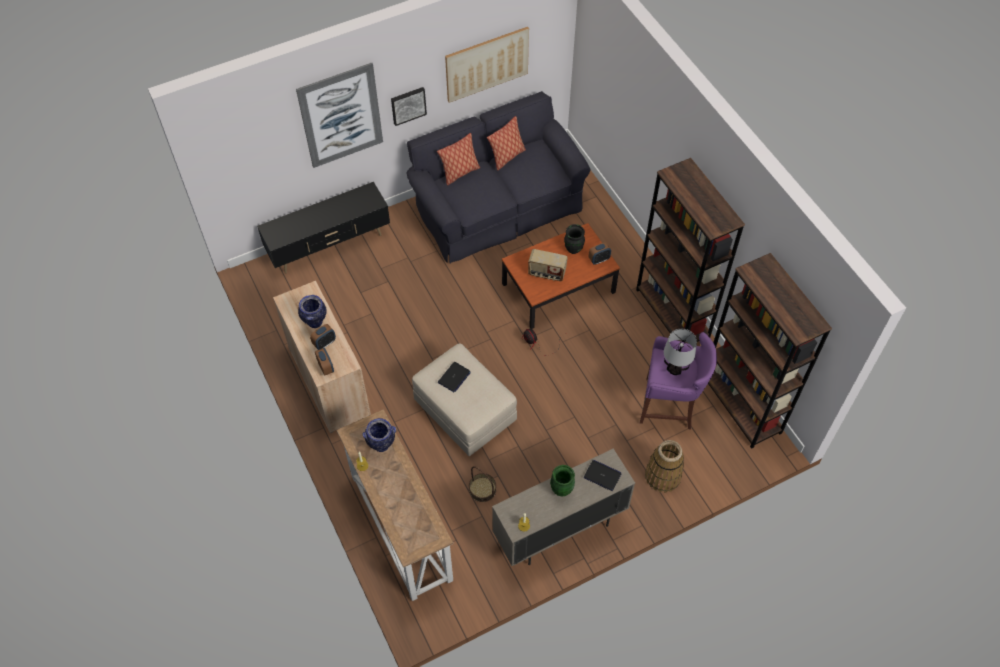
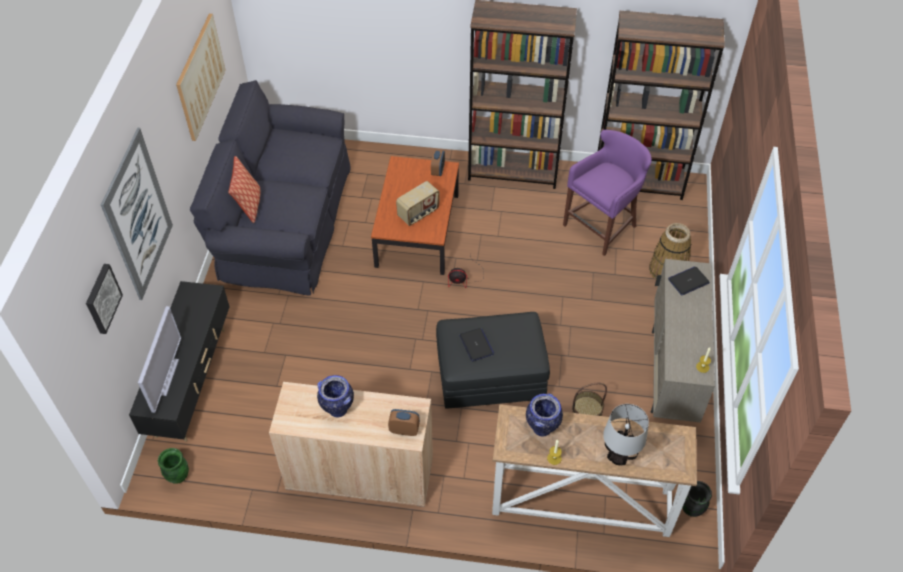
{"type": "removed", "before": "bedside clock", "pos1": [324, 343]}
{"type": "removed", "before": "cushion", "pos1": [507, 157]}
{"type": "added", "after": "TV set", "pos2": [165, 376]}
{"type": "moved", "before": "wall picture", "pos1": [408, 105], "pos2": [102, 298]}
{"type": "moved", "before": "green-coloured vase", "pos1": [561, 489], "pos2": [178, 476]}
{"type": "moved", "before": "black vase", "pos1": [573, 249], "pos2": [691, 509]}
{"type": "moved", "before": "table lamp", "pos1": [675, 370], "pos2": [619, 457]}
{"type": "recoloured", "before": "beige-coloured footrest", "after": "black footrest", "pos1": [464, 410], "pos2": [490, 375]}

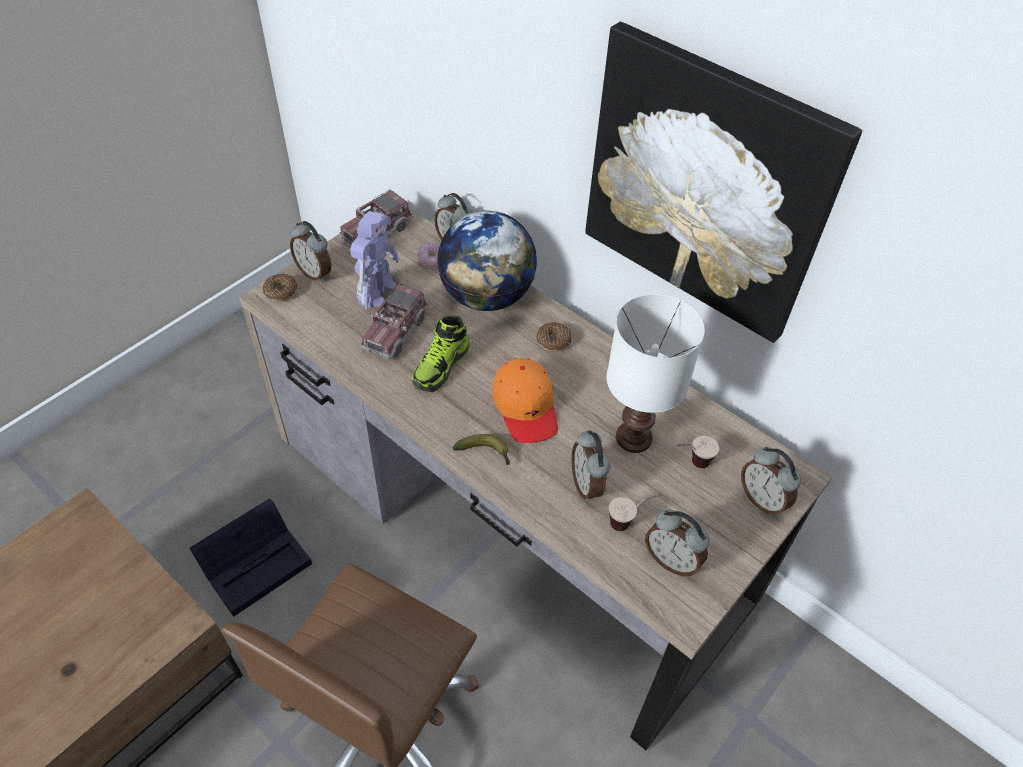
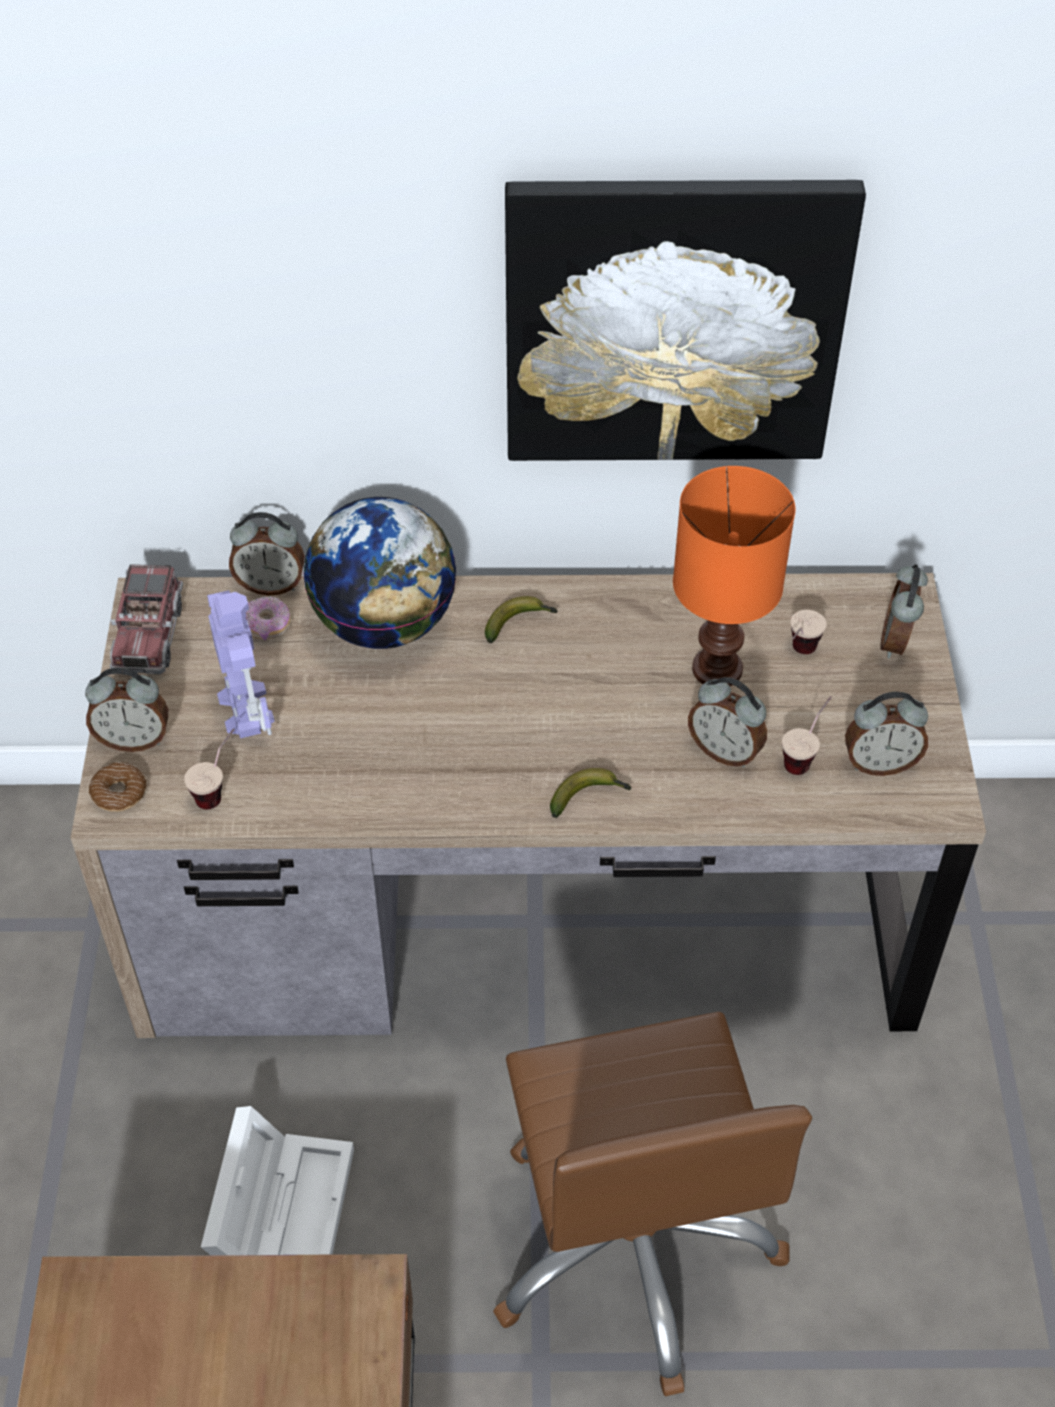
{"type": "removed", "before": "model truck", "pos1": [395, 331]}
{"type": "removed", "before": "shoe", "pos1": [441, 367]}
{"type": "removed", "before": "orange peaked cap", "pos1": [526, 407]}
{"type": "added", "after": "drinking cup", "pos2": [219, 789]}
{"type": "replaced", "before": "doughnut", "after": "banana fruit", "pos1": [553, 341], "pos2": [519, 623]}
{"type": "recoloured", "before": "black storage container", "after": "white-coloured storage container", "pos1": [258, 563], "pos2": [283, 1205]}
{"type": "recoloured", "before": "white-coloured table lamp", "after": "orange table lamp", "pos1": [632, 437], "pos2": [715, 669]}
{"type": "turned", "before": "bedside clock", "pos1": [762, 499], "pos2": [897, 642], "turn": 90}

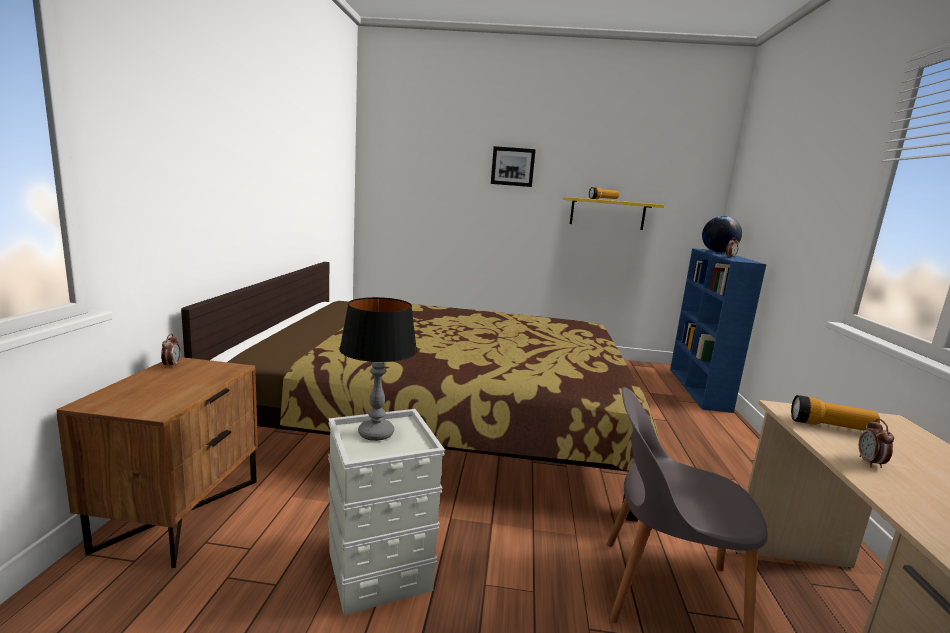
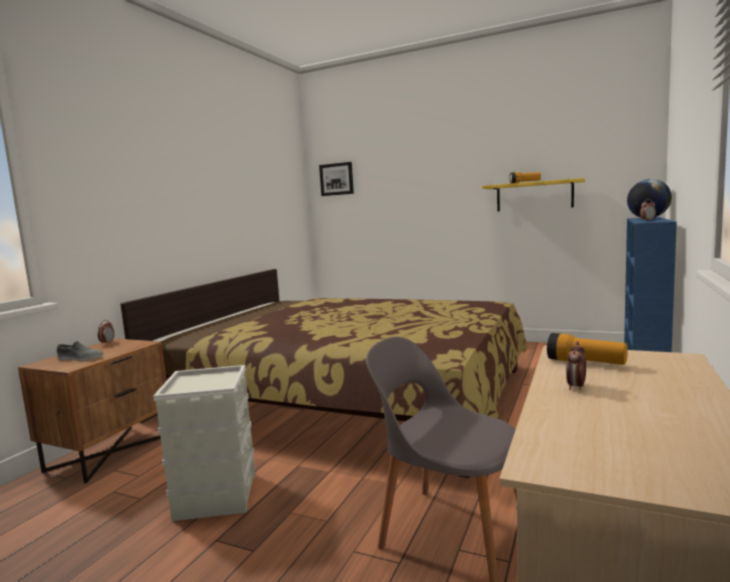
{"type": "removed", "before": "table lamp", "pos1": [376, 433]}
{"type": "added", "after": "greyish shoe", "pos2": [80, 358]}
{"type": "moved", "before": "wall picture", "pos1": [512, 166], "pos2": [336, 179]}

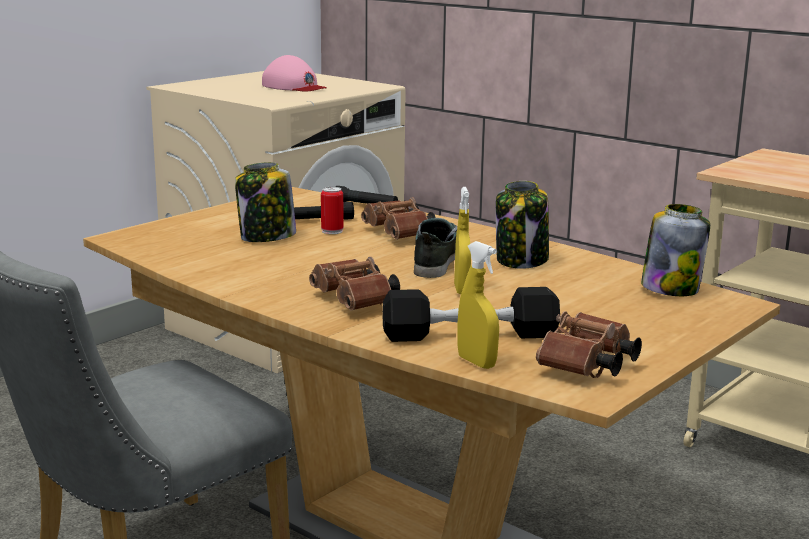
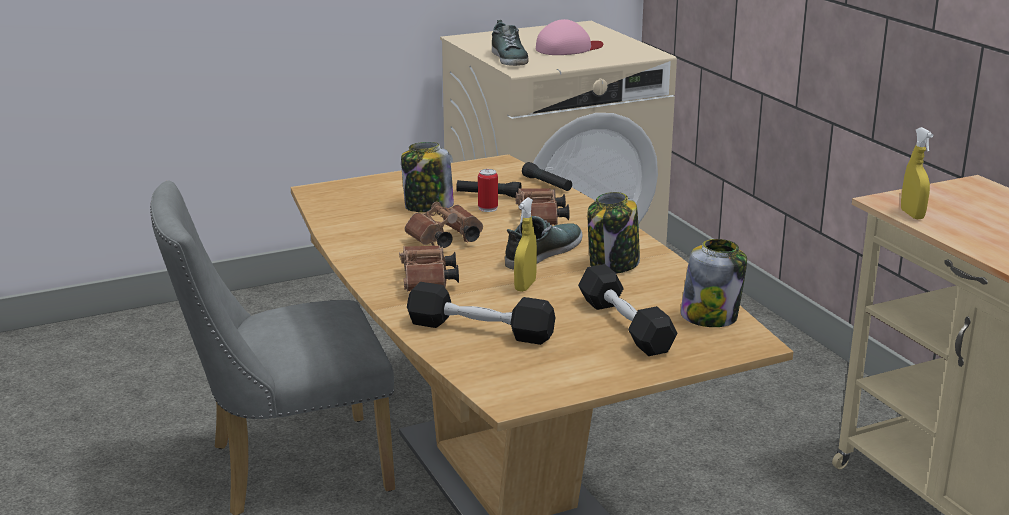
{"type": "added", "after": "shoe", "pos2": [509, 58]}
{"type": "added", "after": "black hand weight", "pos2": [625, 325]}
{"type": "moved", "before": "yellow hand sprayer", "pos1": [476, 362], "pos2": [912, 215]}
{"type": "moved", "before": "brown pair of binoculars", "pos1": [587, 367], "pos2": [444, 241]}
{"type": "turned", "before": "pink peaked cap", "pos1": [294, 87], "pos2": [568, 48], "turn": -90}

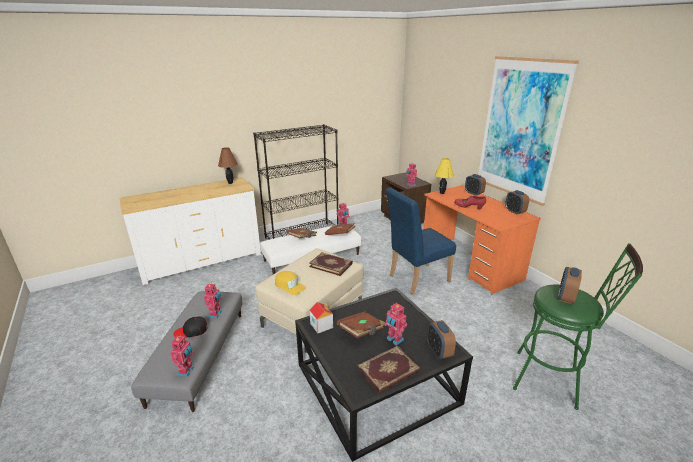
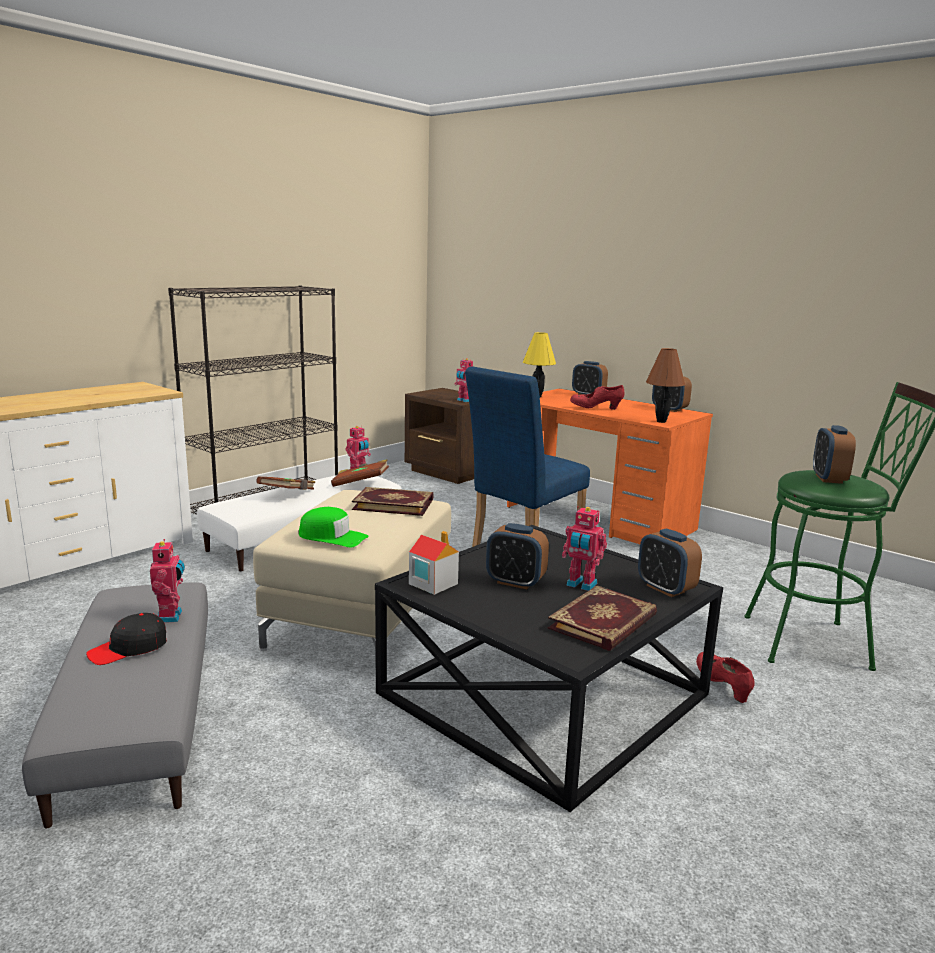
{"type": "removed", "before": "model robot", "pos1": [186, 371]}
{"type": "removed", "before": "wall picture", "pos1": [520, 129]}
{"type": "added", "after": "red-coloured shoe", "pos2": [722, 686]}
{"type": "moved", "before": "brown table lamp", "pos1": [230, 183], "pos2": [660, 421]}
{"type": "replaced", "before": "brown bound book", "after": "bedside clock", "pos1": [362, 331], "pos2": [515, 582]}
{"type": "recoloured", "before": "yellow peaked cap", "after": "green-coloured peaked cap", "pos1": [289, 286], "pos2": [332, 537]}

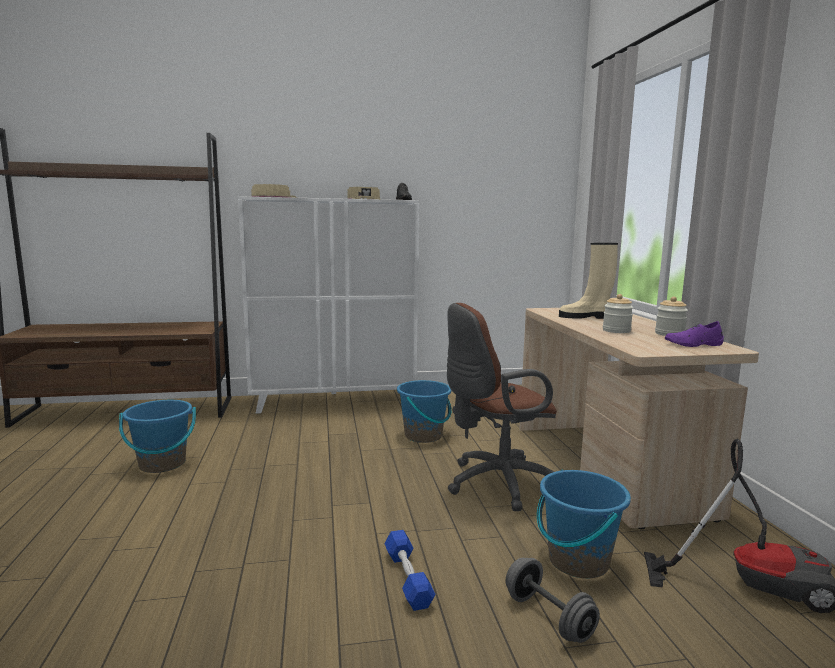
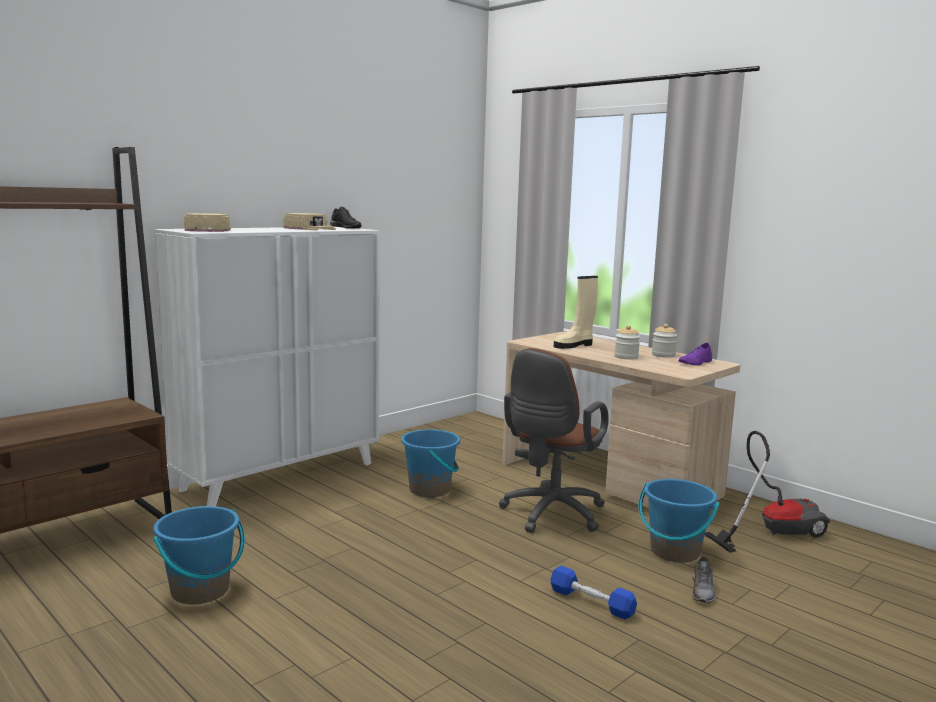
{"type": "replaced", "before": "greyish hand weight", "after": "greyish shoe", "pos1": [548, 617], "pos2": [703, 591]}

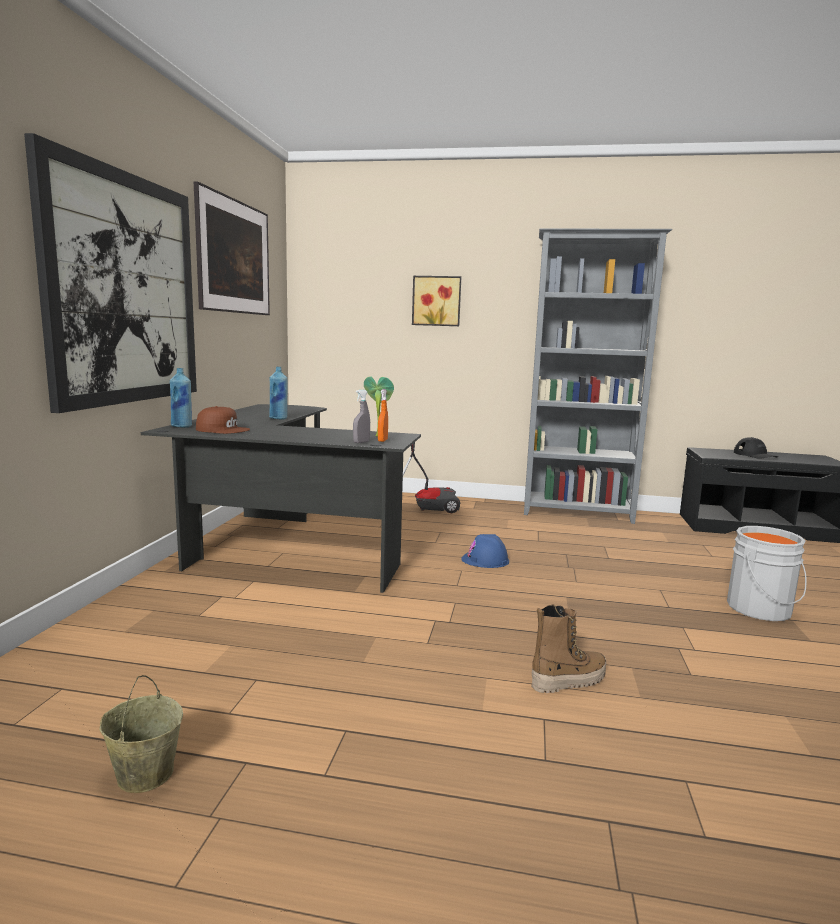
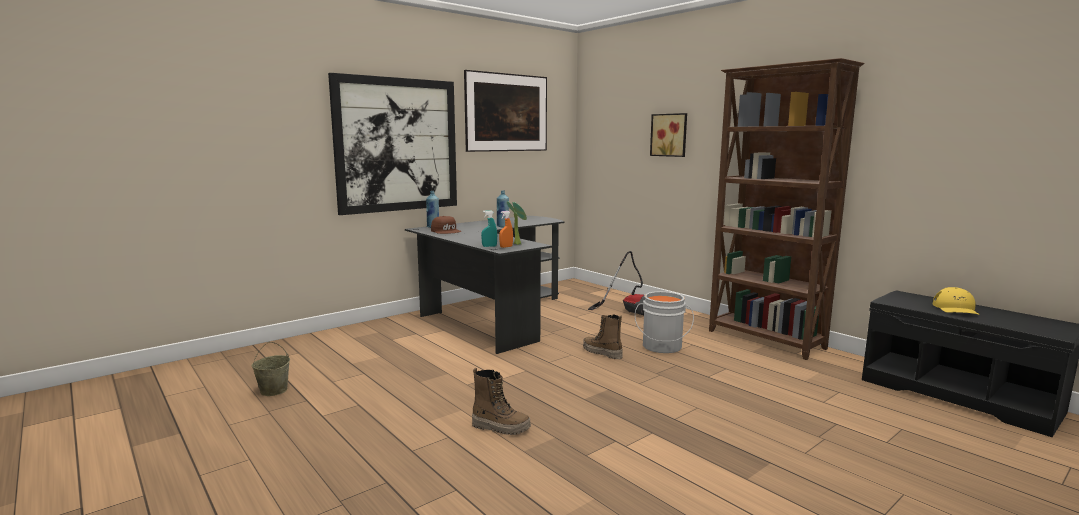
{"type": "moved", "before": "greyish water bucket", "pos1": [761, 610], "pos2": [662, 347]}
{"type": "replaced", "before": "blue safety helmet", "after": "tall boot", "pos1": [485, 560], "pos2": [602, 353]}
{"type": "recoloured", "before": "greyish hand sprayer", "after": "turquoise hand sprayer", "pos1": [361, 442], "pos2": [489, 246]}
{"type": "recoloured", "before": "greyish bookshelf", "after": "brown bookshelf", "pos1": [578, 513], "pos2": [765, 340]}
{"type": "recoloured", "before": "black peaked cap", "after": "yellow peaked cap", "pos1": [755, 455], "pos2": [955, 309]}

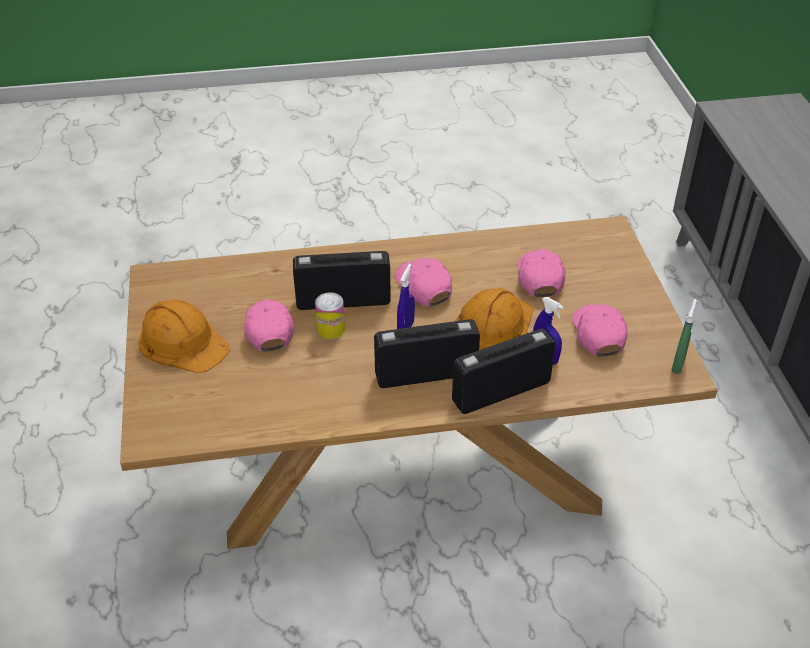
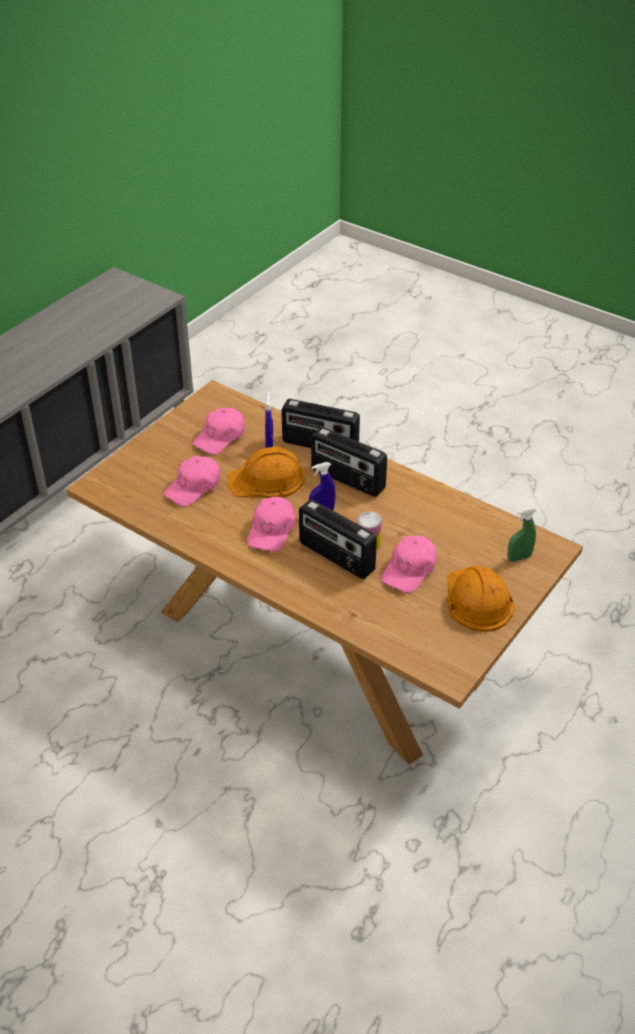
{"type": "moved", "before": "green-coloured hand sprayer", "pos1": [678, 365], "pos2": [519, 557]}

